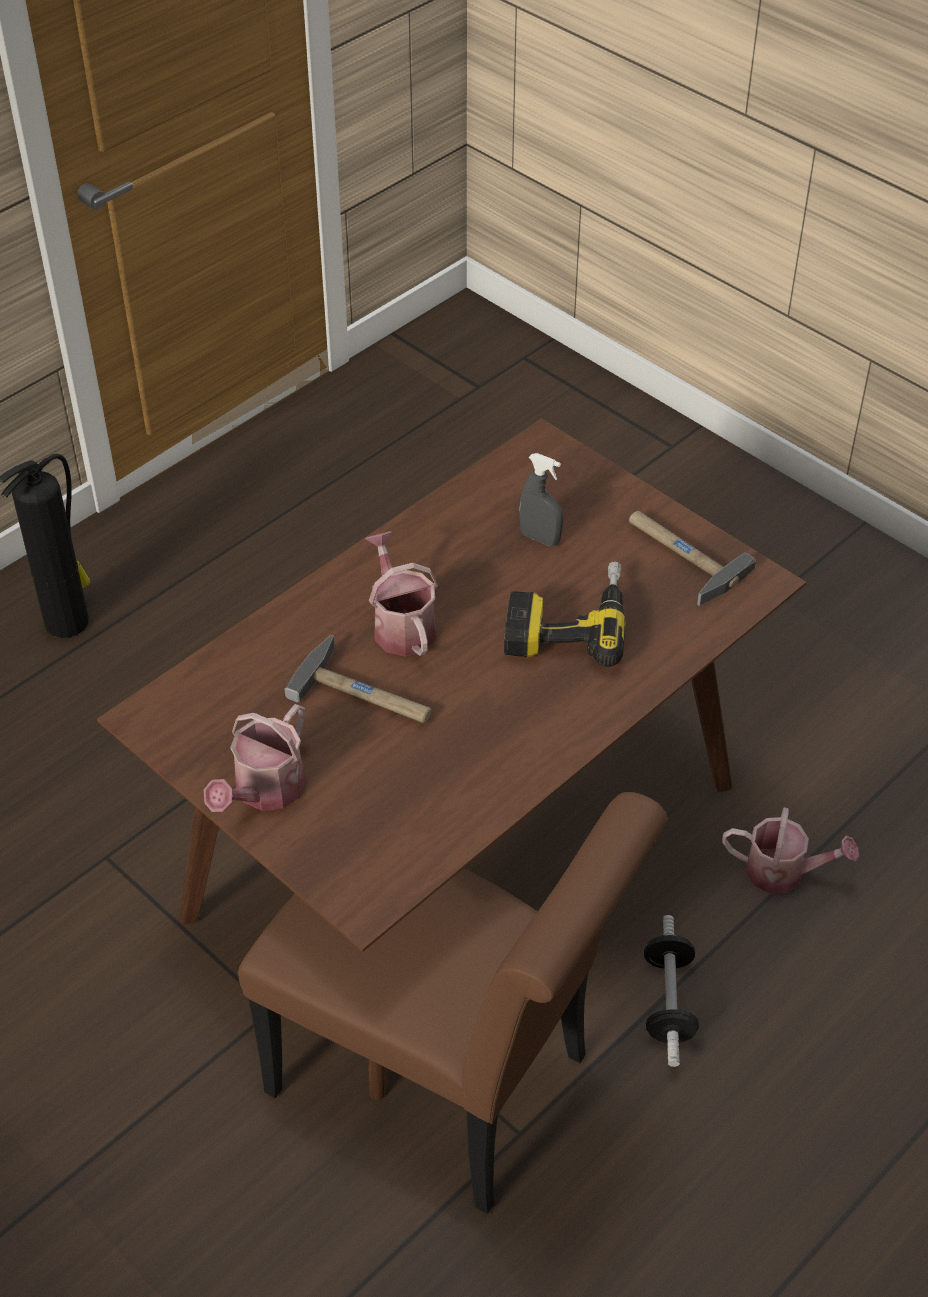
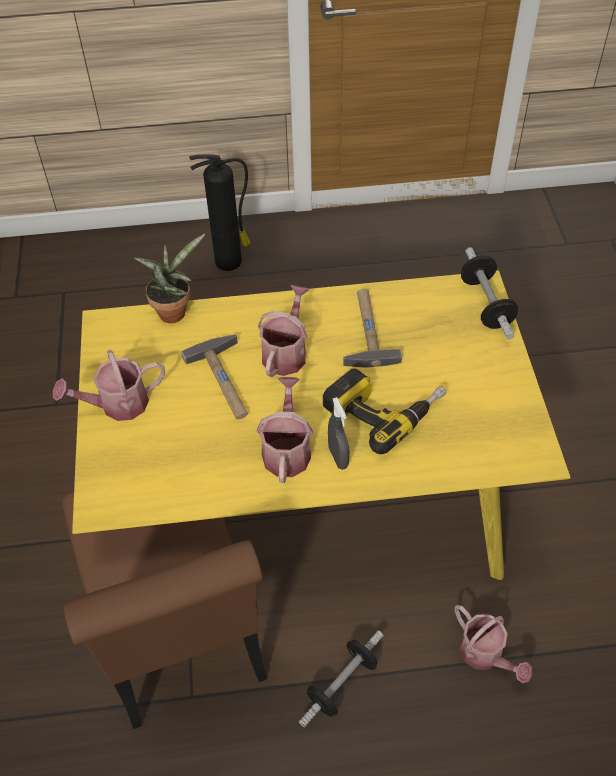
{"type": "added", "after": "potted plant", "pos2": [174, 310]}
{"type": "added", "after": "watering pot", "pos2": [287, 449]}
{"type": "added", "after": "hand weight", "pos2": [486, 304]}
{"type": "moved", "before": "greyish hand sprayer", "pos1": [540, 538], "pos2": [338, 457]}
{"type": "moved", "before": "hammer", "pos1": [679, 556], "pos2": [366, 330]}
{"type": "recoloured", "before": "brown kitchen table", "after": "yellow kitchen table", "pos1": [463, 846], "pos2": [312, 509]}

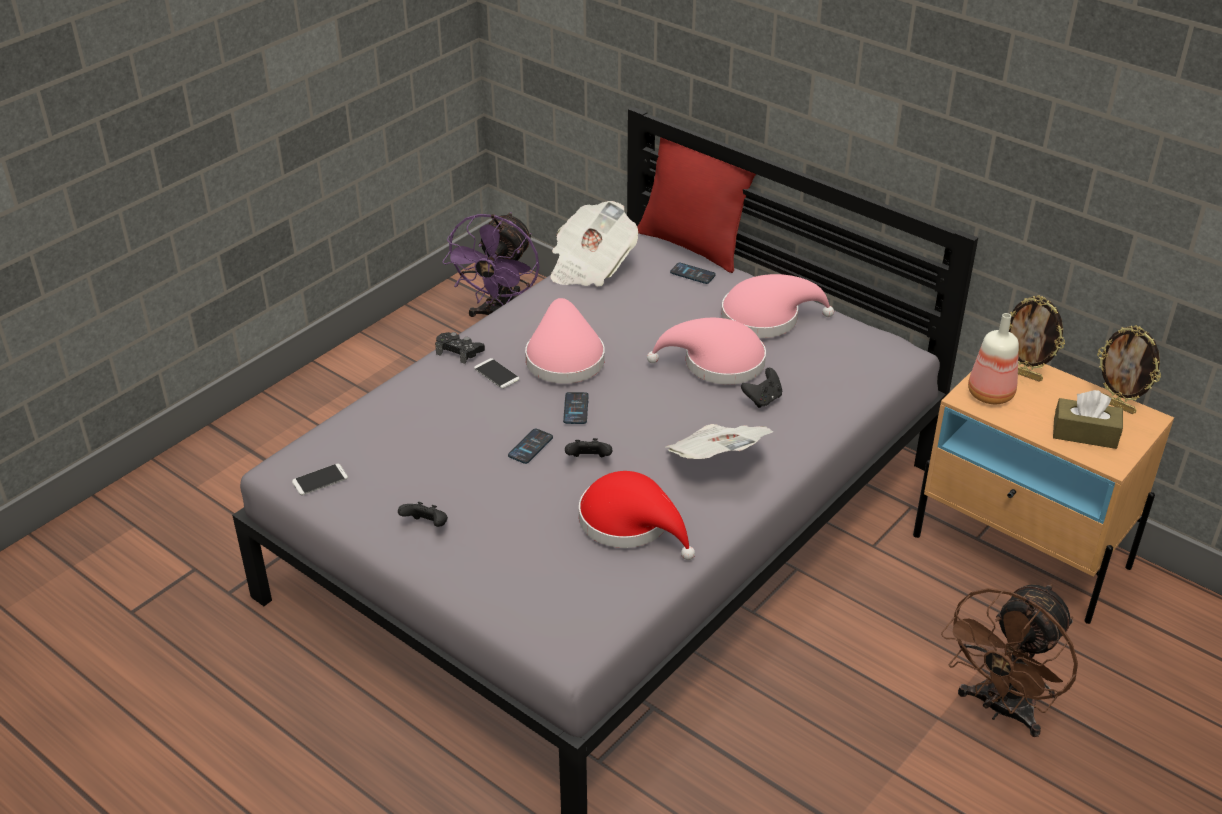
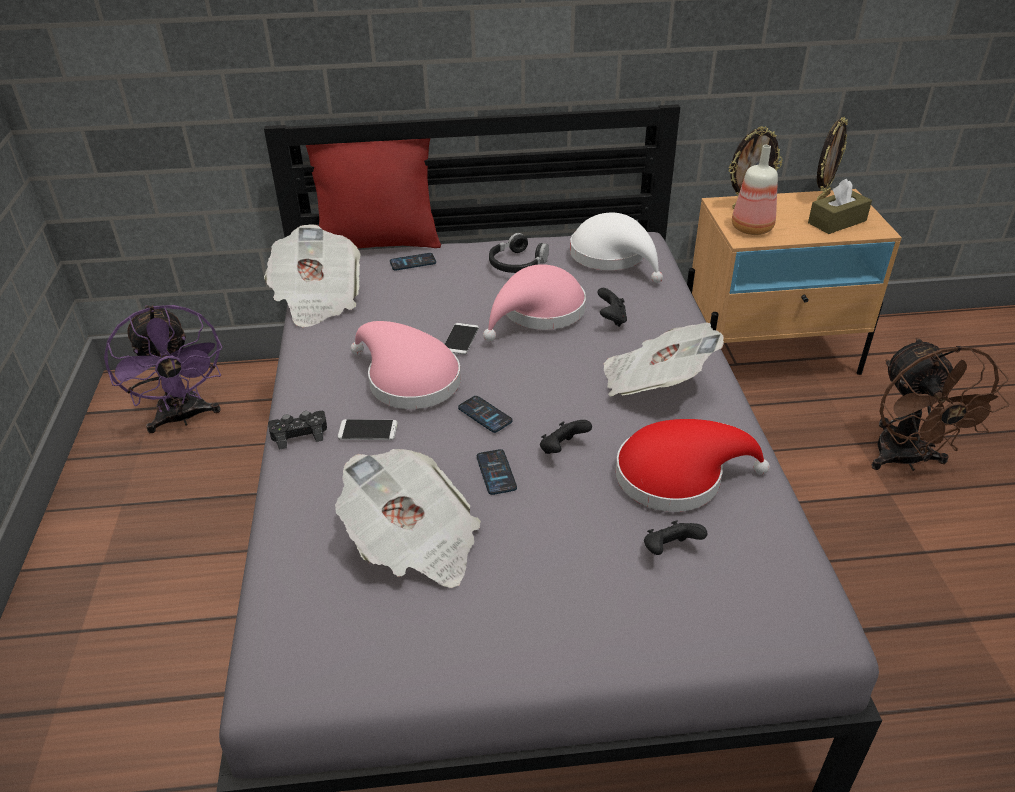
{"type": "added", "after": "daily paper", "pos2": [414, 543]}
{"type": "added", "after": "white-coloured clothing hat", "pos2": [612, 257]}
{"type": "moved", "before": "phone", "pos1": [320, 480], "pos2": [460, 339]}
{"type": "moved", "before": "black gamepad", "pos1": [426, 526], "pos2": [669, 550]}
{"type": "replaced", "before": "pink clothing hat", "after": "black pair of headphones", "pos1": [766, 318], "pos2": [517, 264]}
{"type": "turned", "before": "standing frame", "pos1": [1117, 406], "pos2": [821, 197], "turn": -45}

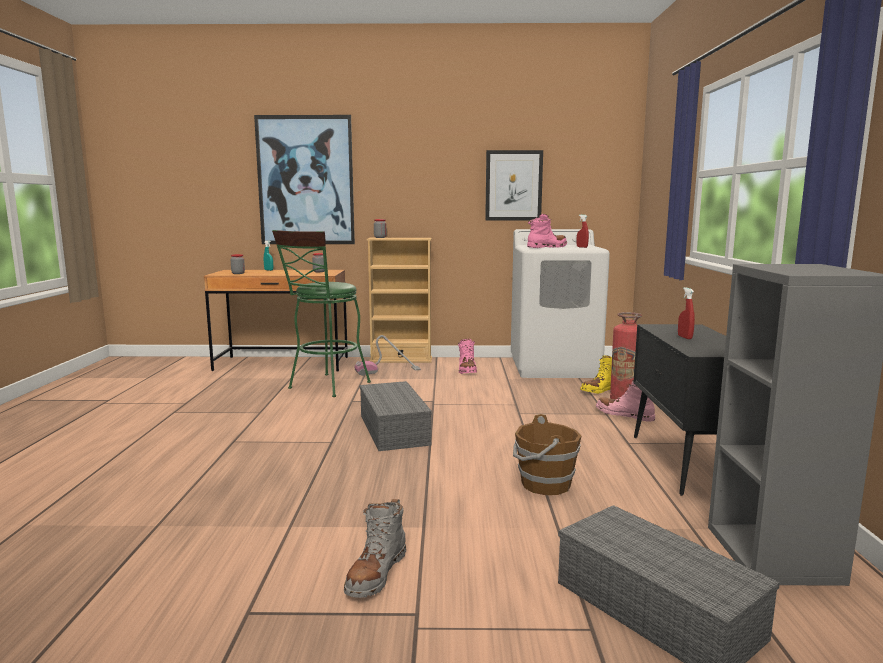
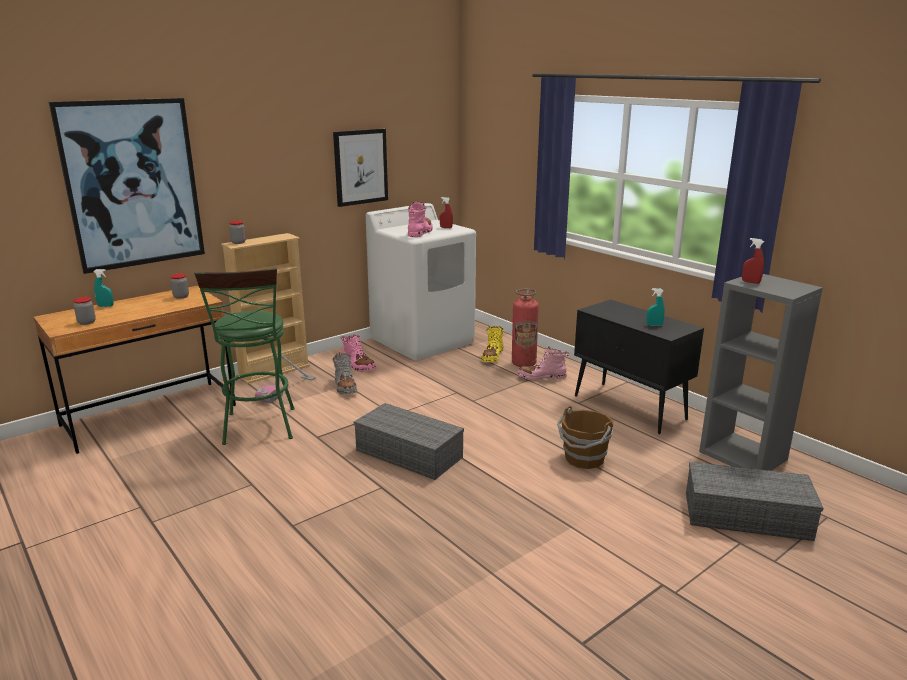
{"type": "added", "after": "turquoise hand sprayer", "pos2": [654, 325]}
{"type": "moved", "before": "greyish tall boot", "pos1": [376, 573], "pos2": [345, 387]}
{"type": "moved", "before": "red-coloured hand sprayer", "pos1": [684, 337], "pos2": [750, 282]}

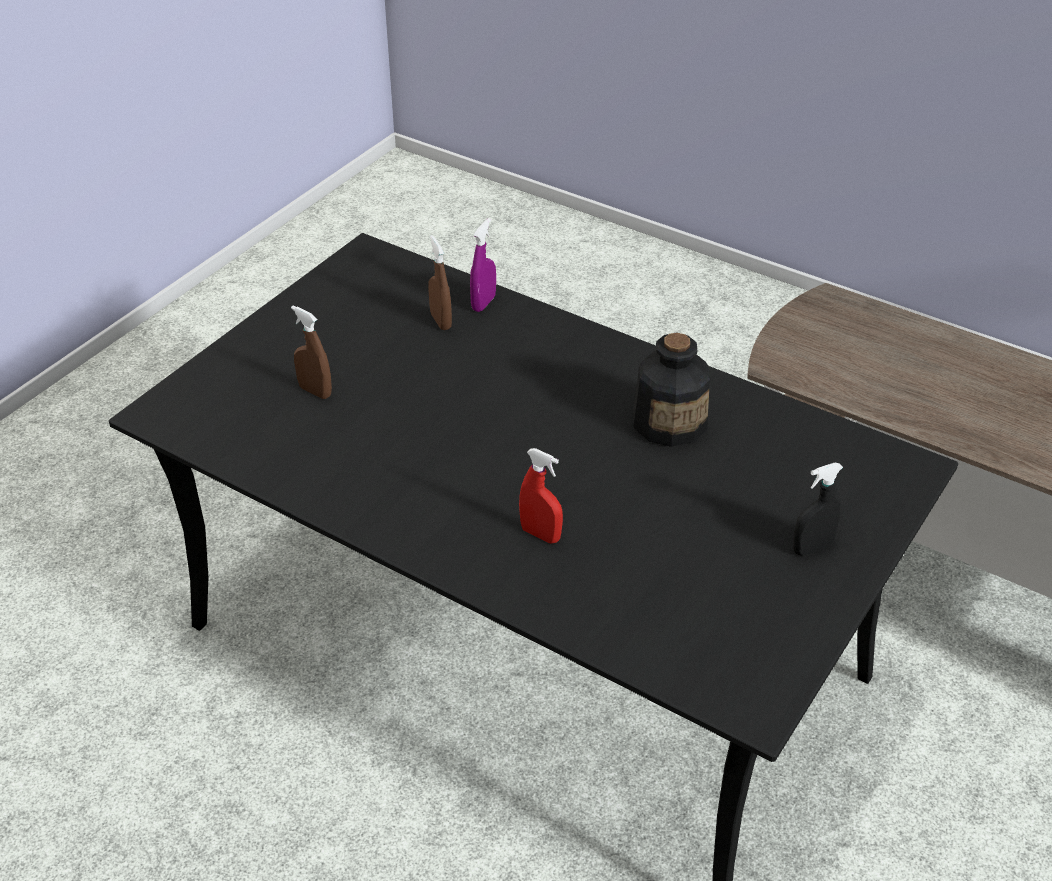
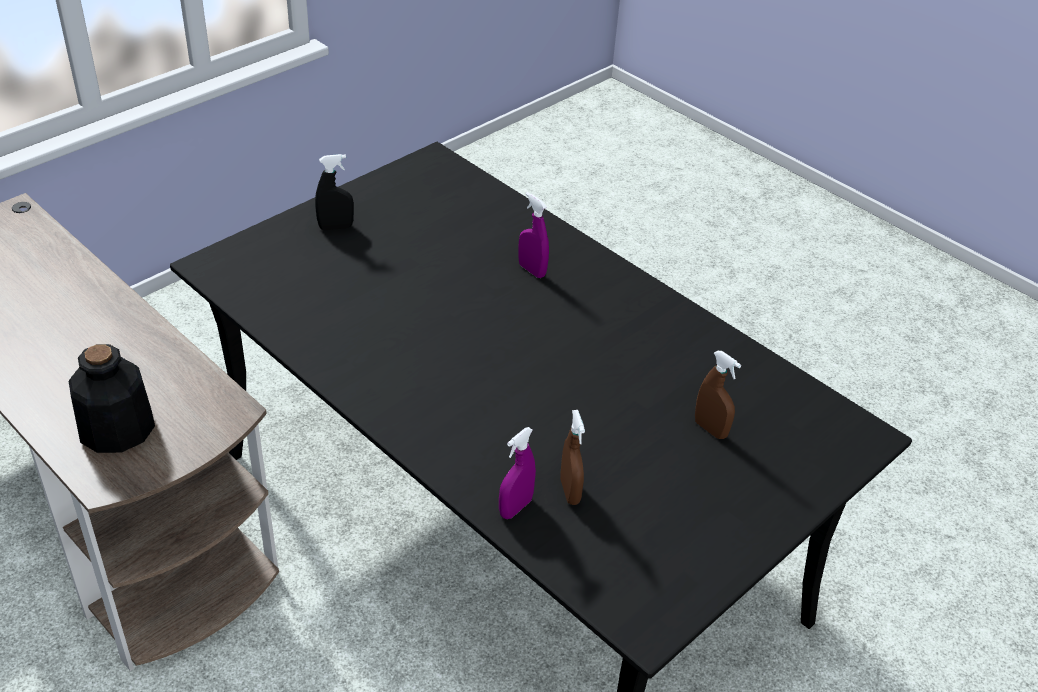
{"type": "moved", "before": "beverage bottle", "pos1": [669, 422], "pos2": [116, 429]}
{"type": "recoloured", "before": "red-coloured hand sprayer", "after": "purplish hand sprayer", "pos1": [540, 534], "pos2": [532, 270]}

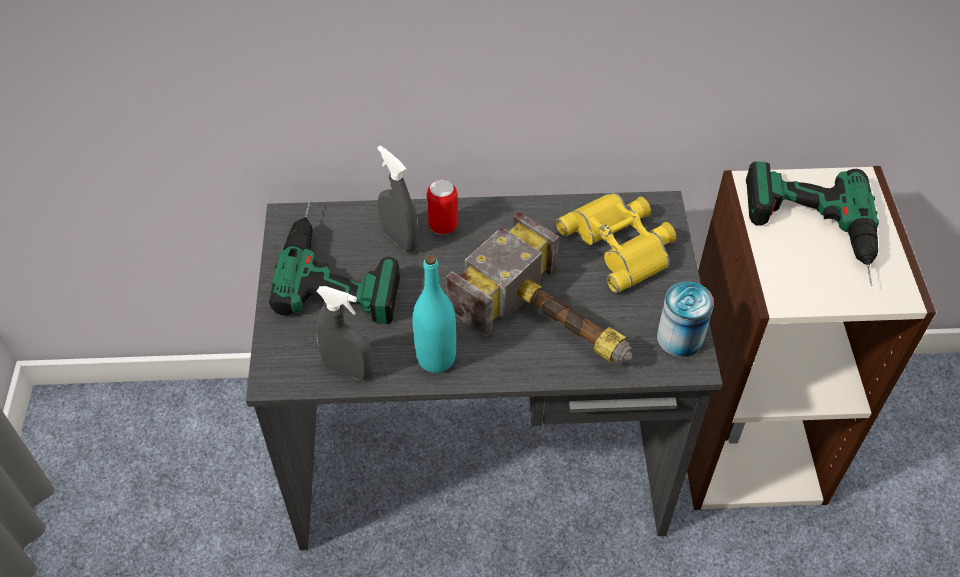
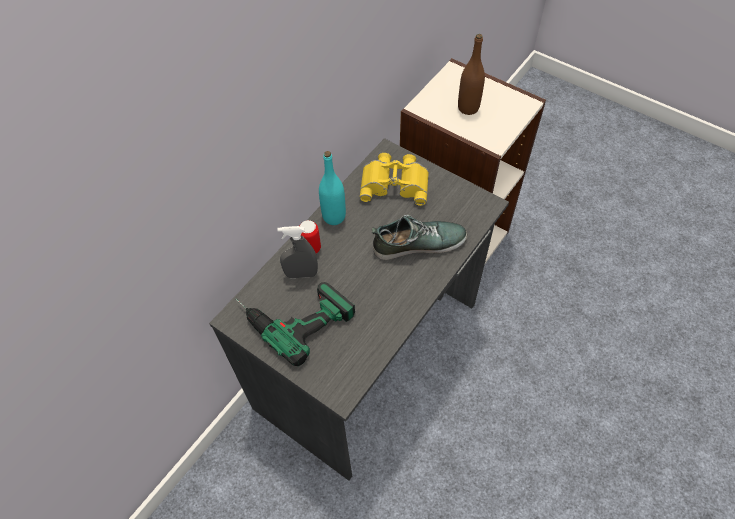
{"type": "removed", "before": "greyish hand sprayer", "pos1": [348, 369]}
{"type": "removed", "before": "metal can", "pos1": [680, 337]}
{"type": "moved", "before": "turquoise beverage bottle", "pos1": [436, 358], "pos2": [334, 216]}
{"type": "replaced", "before": "hammer", "after": "shoe", "pos1": [553, 324], "pos2": [418, 243]}
{"type": "replaced", "before": "electric drill", "after": "brown beverage bottle", "pos1": [811, 234], "pos2": [468, 108]}

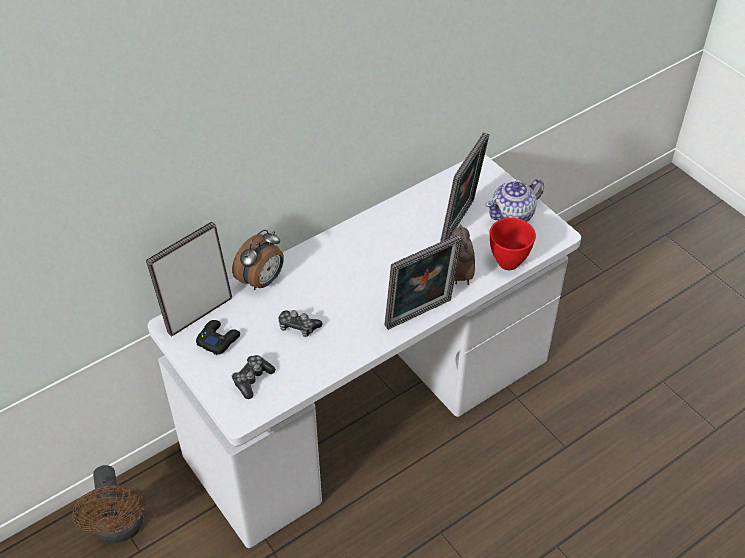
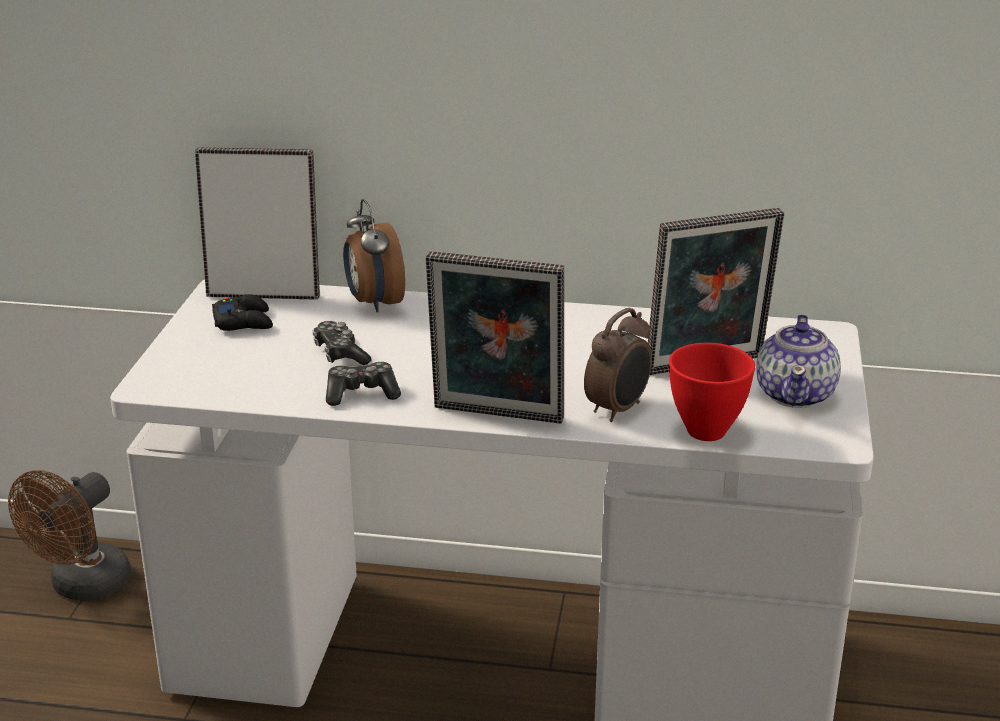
{"type": "moved", "before": "gamepad", "pos1": [252, 379], "pos2": [361, 393]}
{"type": "turned", "before": "bedside clock", "pos1": [262, 281], "pos2": [373, 303], "turn": 75}
{"type": "turned", "before": "teapot", "pos1": [513, 215], "pos2": [796, 394], "turn": -90}

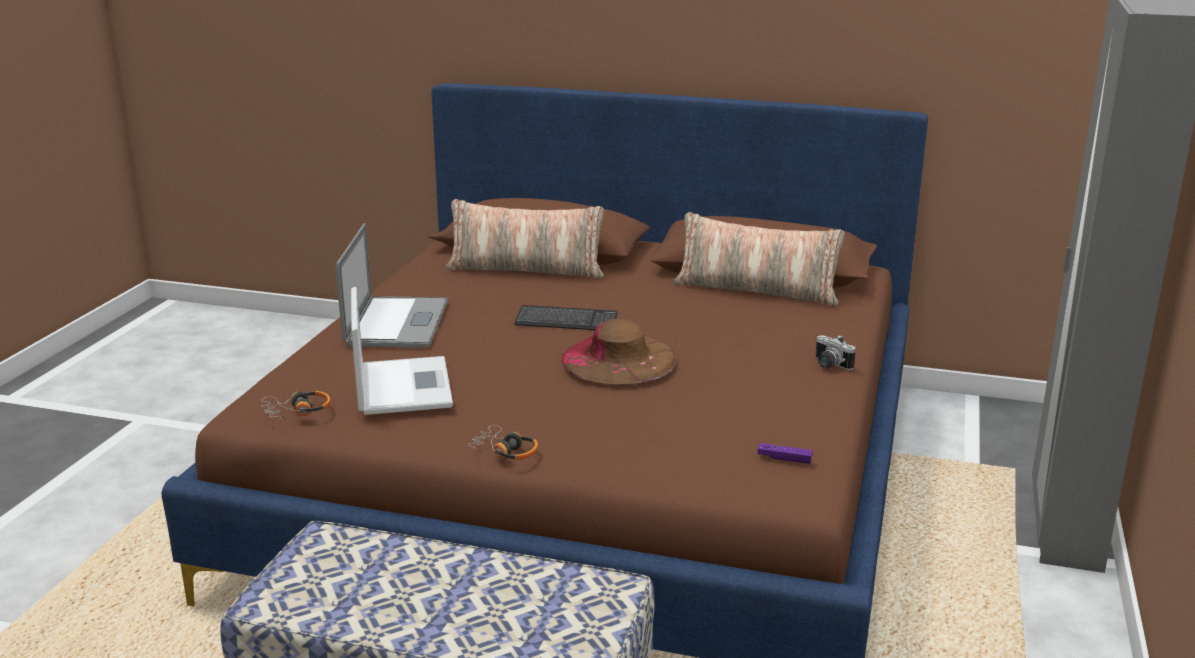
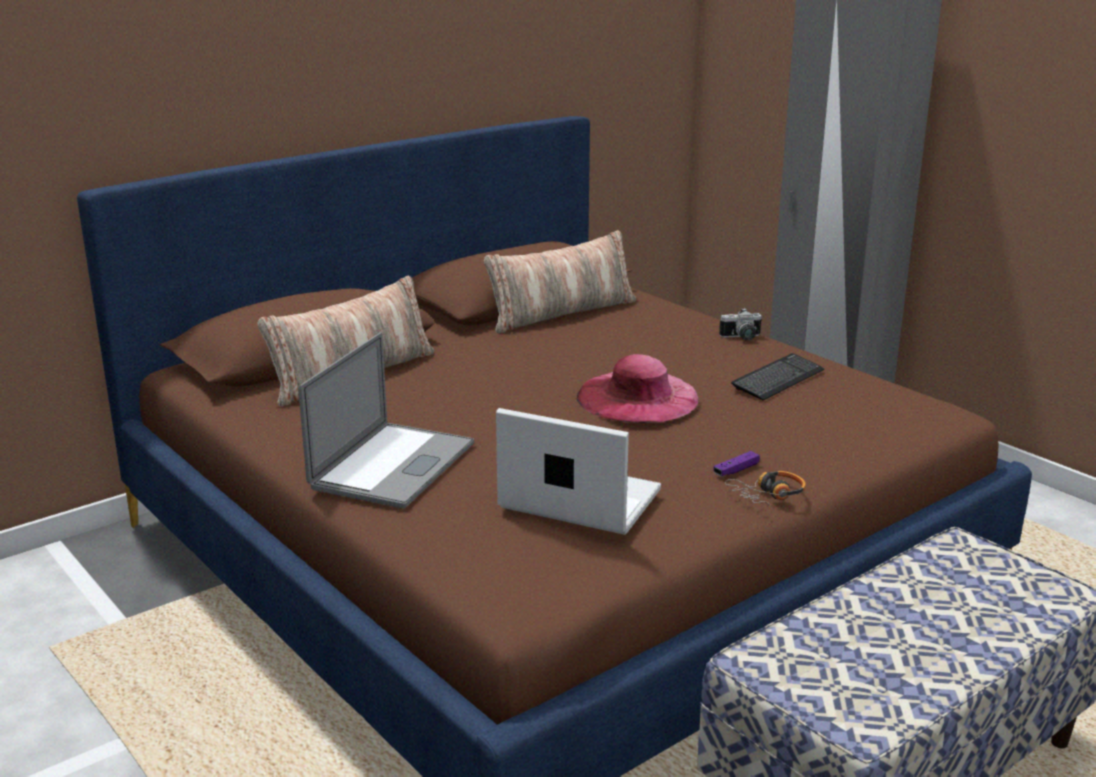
{"type": "removed", "before": "pair of headphones", "pos1": [297, 412]}
{"type": "moved", "before": "computer keyboard", "pos1": [566, 321], "pos2": [778, 379]}
{"type": "moved", "before": "purplish gamepad", "pos1": [784, 459], "pos2": [736, 470]}
{"type": "recoloured", "before": "brown clothing hat", "after": "pink clothing hat", "pos1": [618, 359], "pos2": [637, 397]}
{"type": "turned", "before": "laptop", "pos1": [397, 323], "pos2": [393, 465], "turn": 75}

